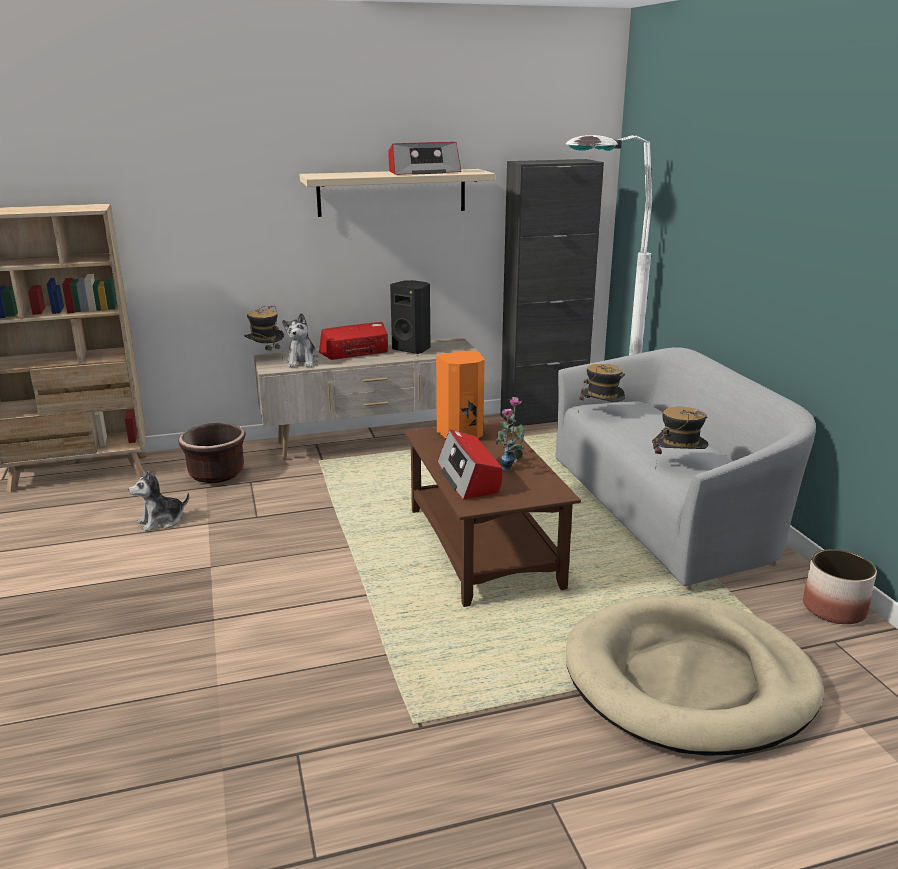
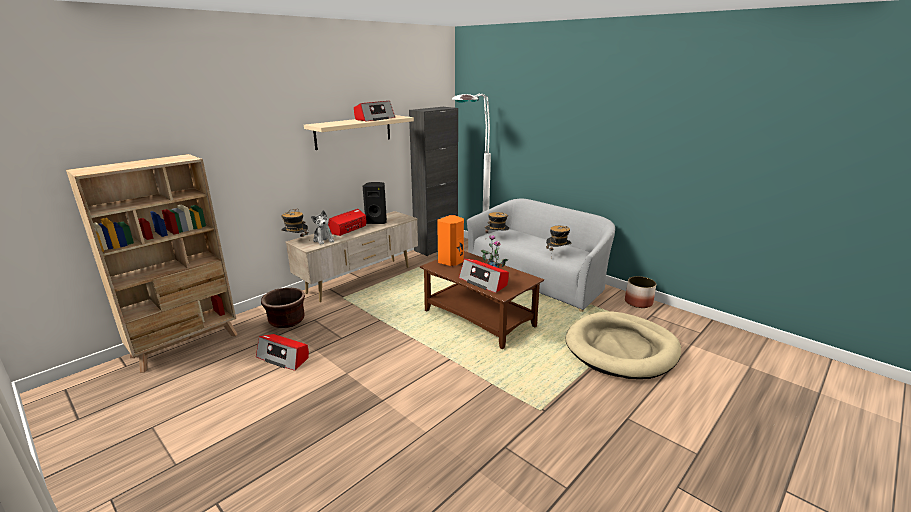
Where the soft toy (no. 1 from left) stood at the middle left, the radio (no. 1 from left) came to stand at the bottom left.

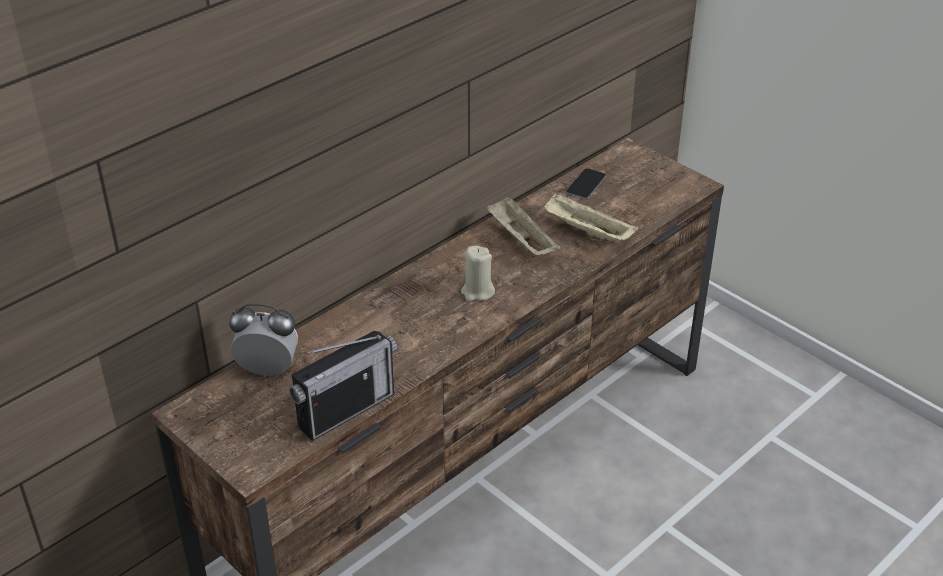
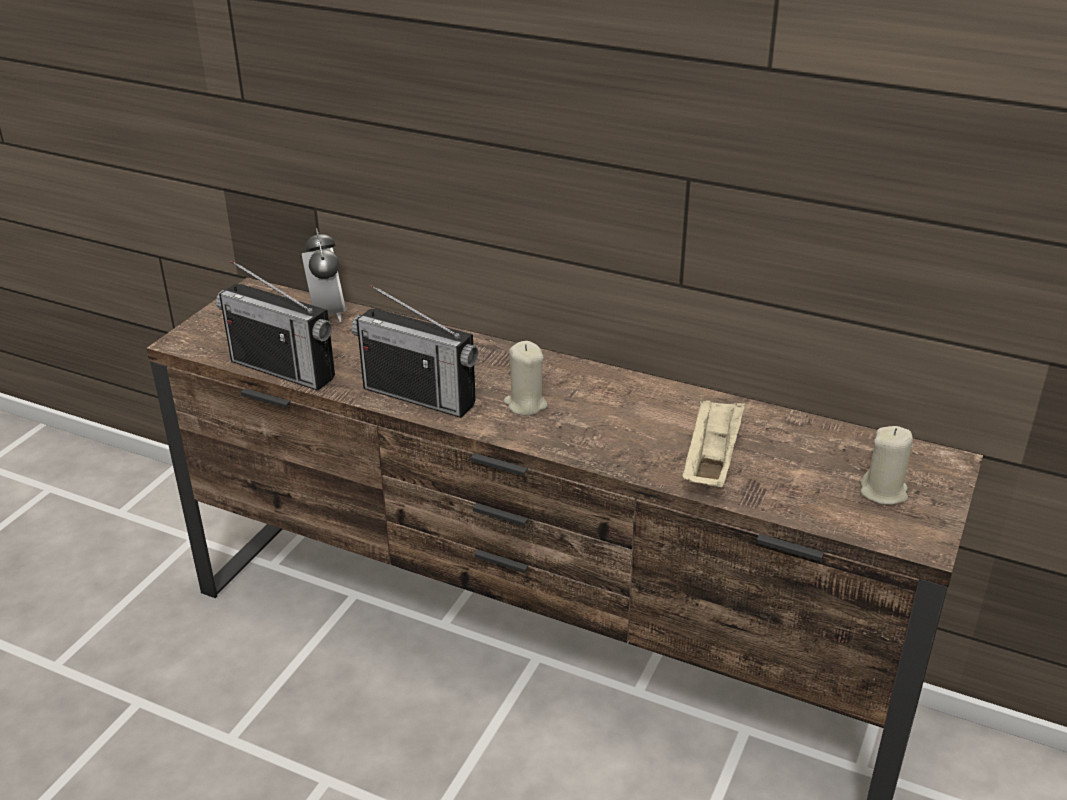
The second view gained the radio (no. 2 from left) at the centre. The second view gained the sand-coloured wax light (no. 2 from left) at the middle right. The second view lost the sand-coloured serving tray (no. 1 from left) at the centre. The second view lost the phone at the top centre.

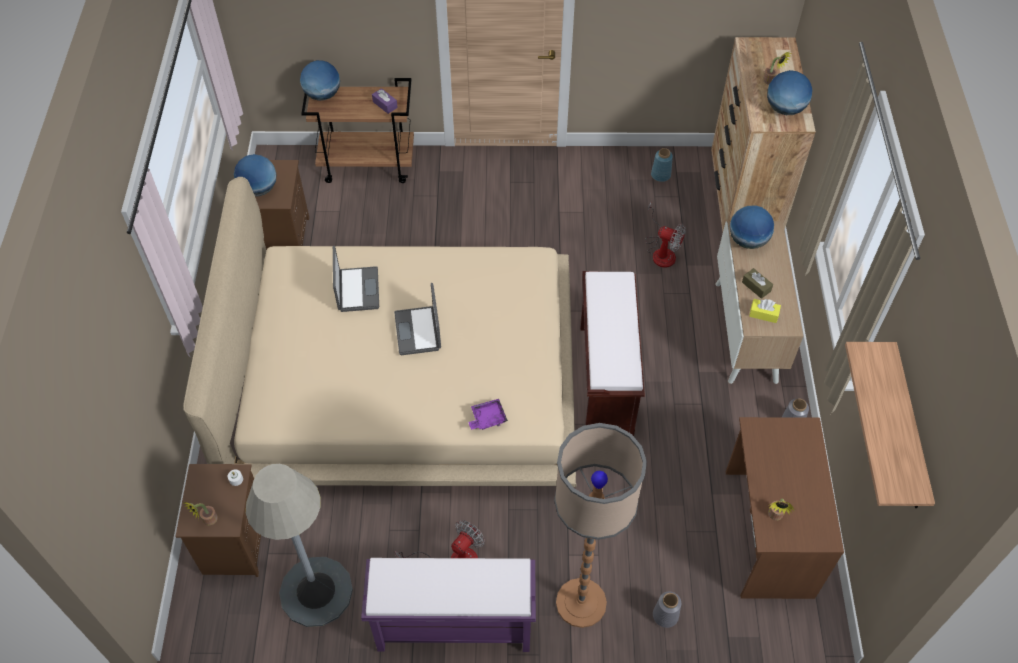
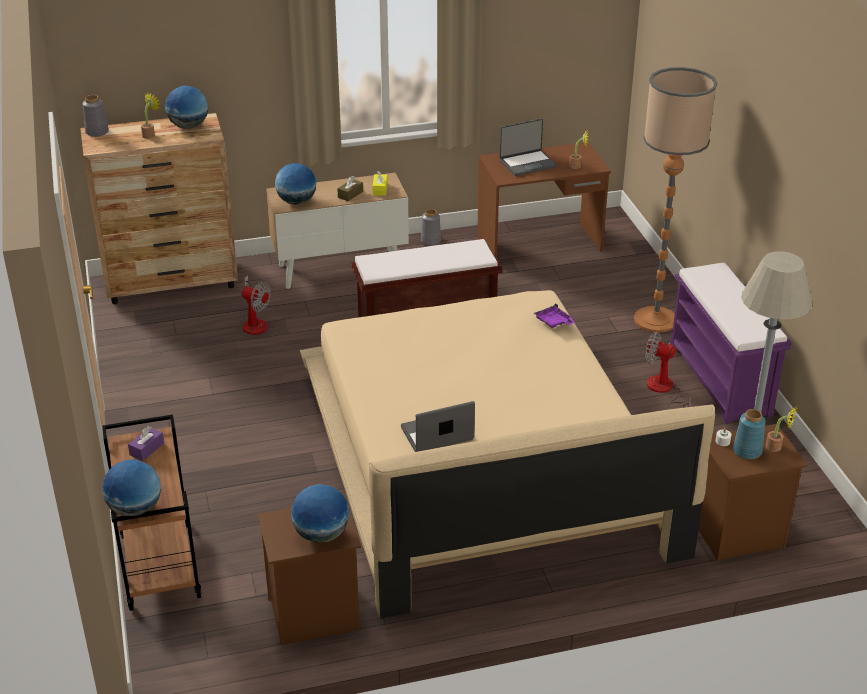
The gray vase (no. 1 from left) ended up elsewhere, having gone from the bottom centre to the top left. The fan (no. 2 from left in the first image) at the centre ended up facing another way, 105 degrees clockwise from before. The laptop (no. 2 from left) ended up elsewhere, having gone from the centre to the top centre. The bluish vase ended up elsewhere, having gone from the top centre to the middle right. The second view lost the shelf at the middle right.

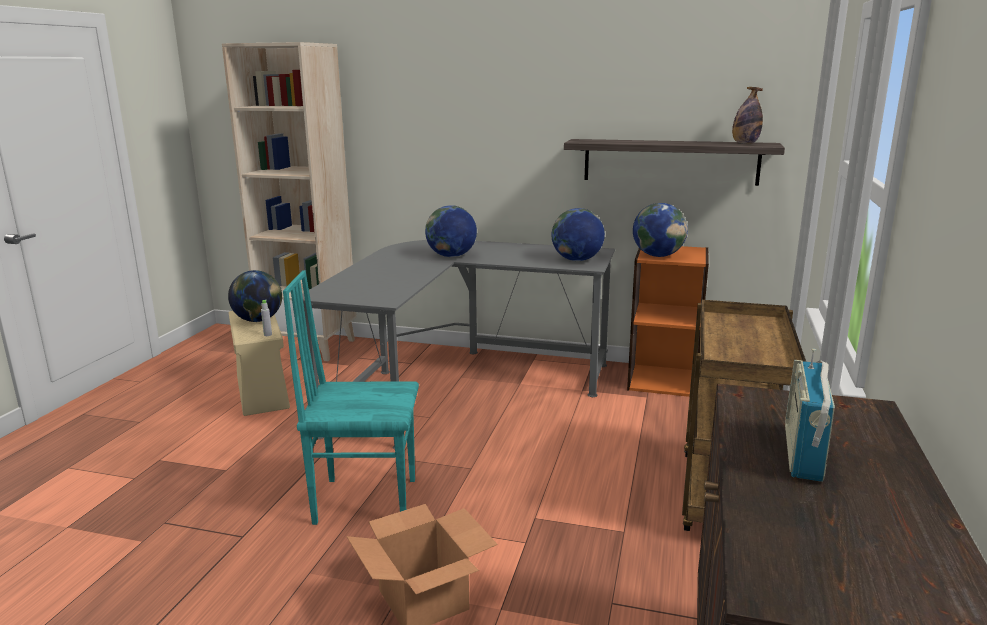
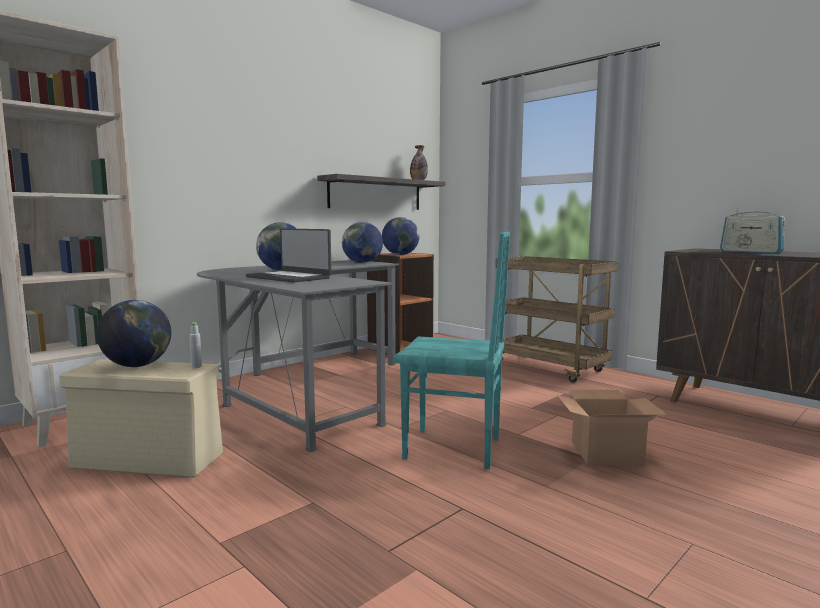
The second view gained the laptop at the centre. The turquoise-coloured plain chair at the centre ended up facing another way, 105 degrees counterclockwise from before.

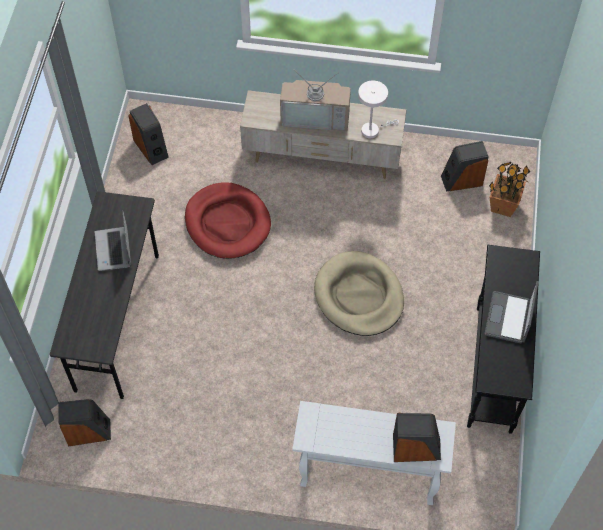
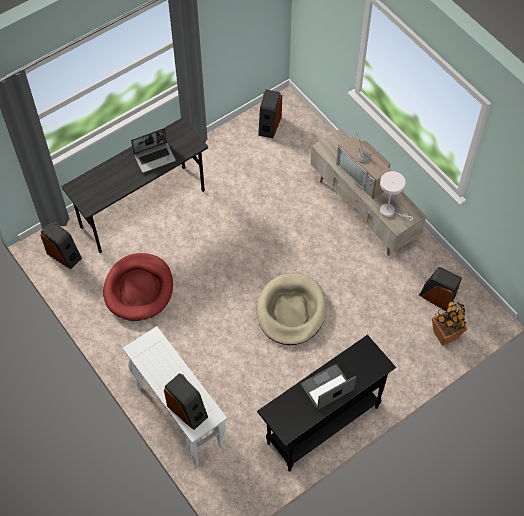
The reddish pet bed ended up elsewhere, having gone from the centre to the middle left. The laptop (no. 1 from left) at the middle left ended up facing another way, 150 degrees counterclockwise from before.

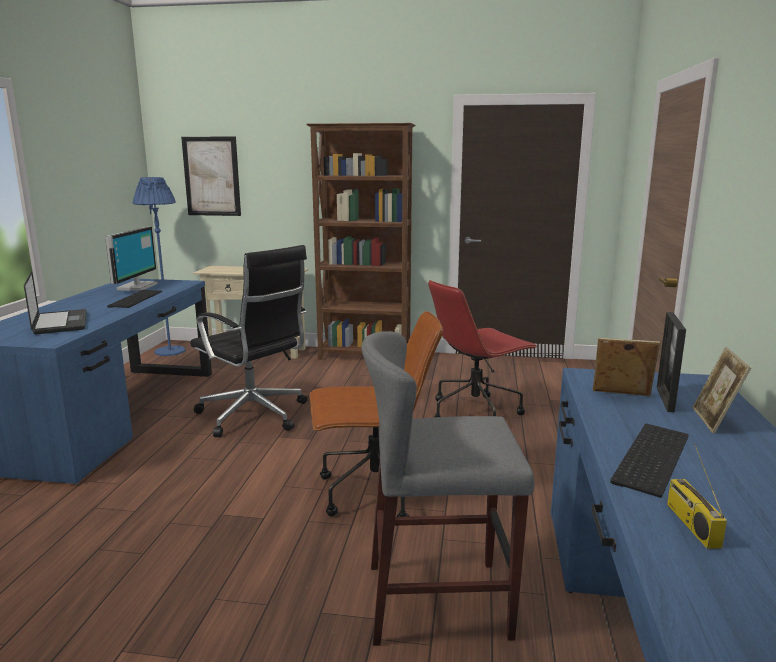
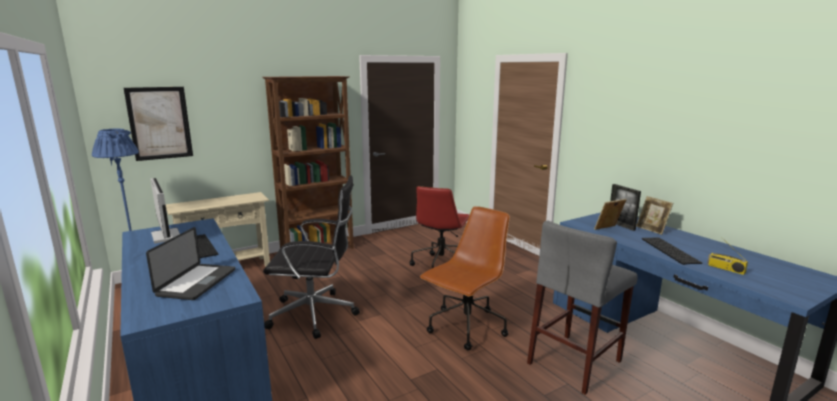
The laptop at the middle left ended up facing another way, 75 degrees clockwise from before.

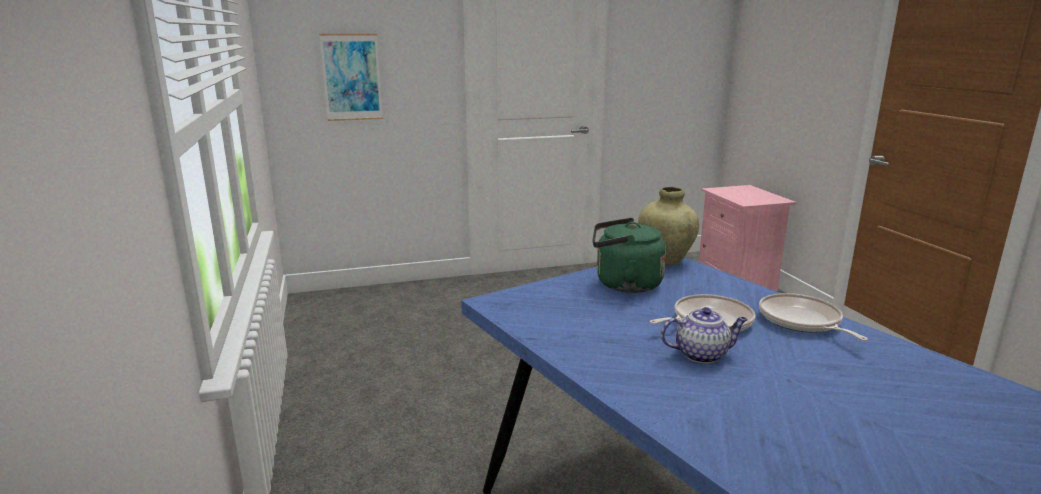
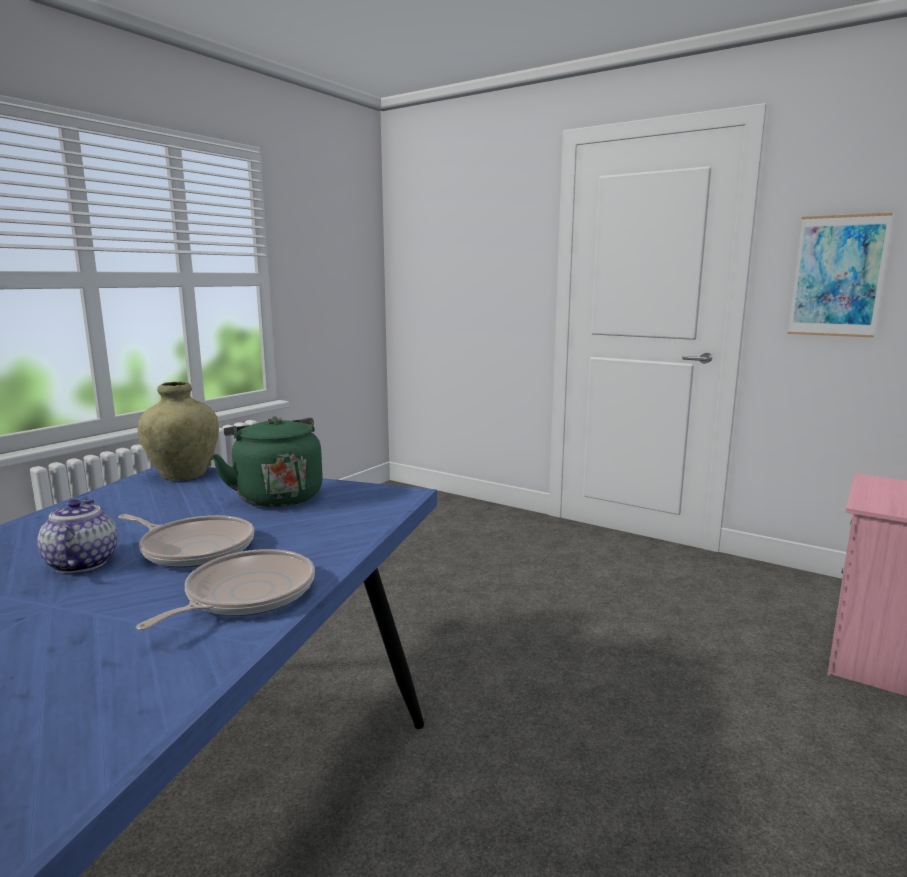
The tea pot at the bottom right ended up facing another way, 150 degrees counterclockwise from before. The sand-coloured vase ended up elsewhere, having gone from the centre to the middle left. The picture ended up elsewhere, having gone from the top centre to the top right.

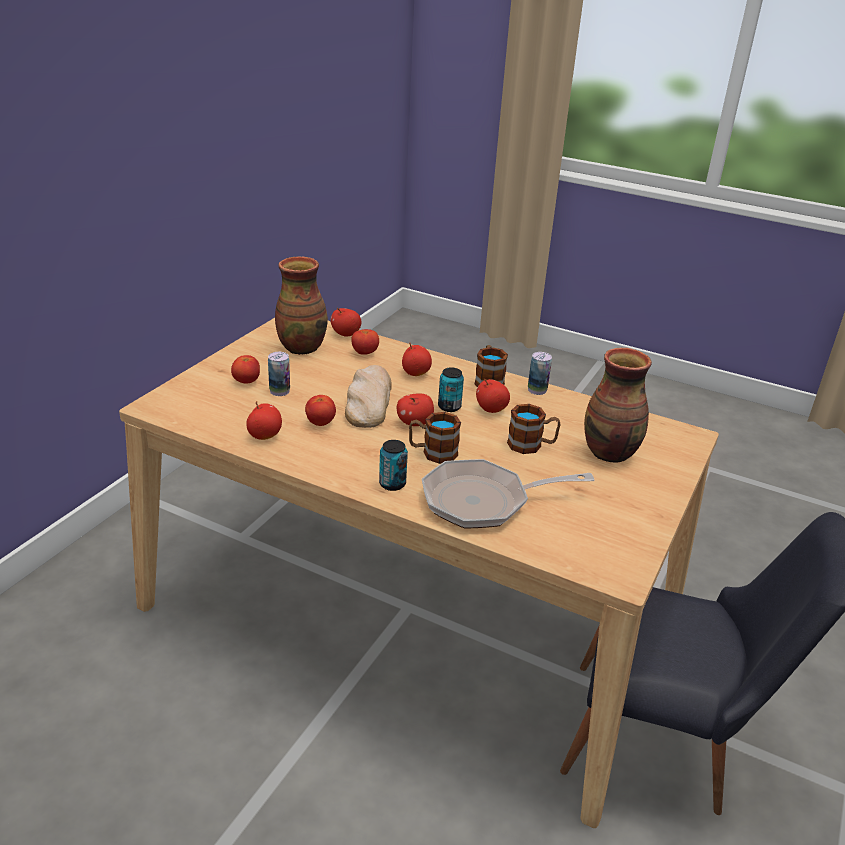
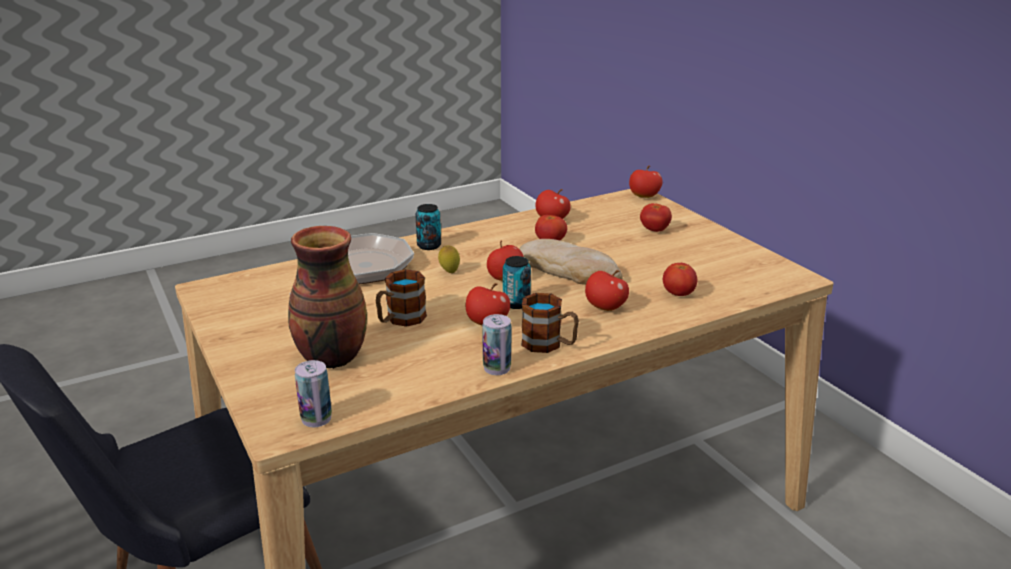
The can (no. 1 from left) ended up elsewhere, having gone from the middle left to the bottom left. Where the coffee mug (no. 1 from left) stood at the centre, the lemon came to stand at the centre. The apple (no. 2 from left in the first image) ended up elsewhere, having gone from the centre to the top centre. The second view lost the vase (no. 1 from left) at the centre.

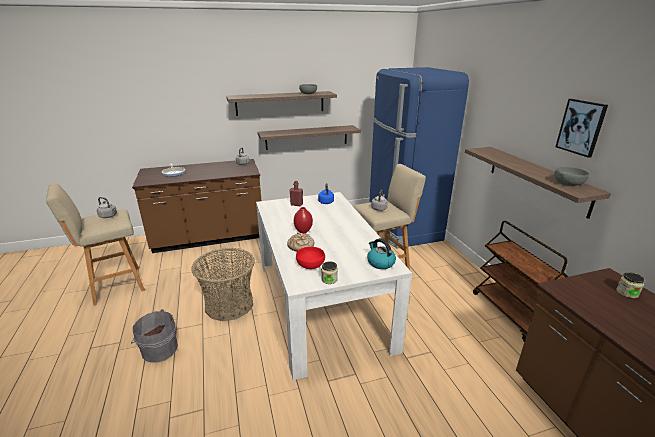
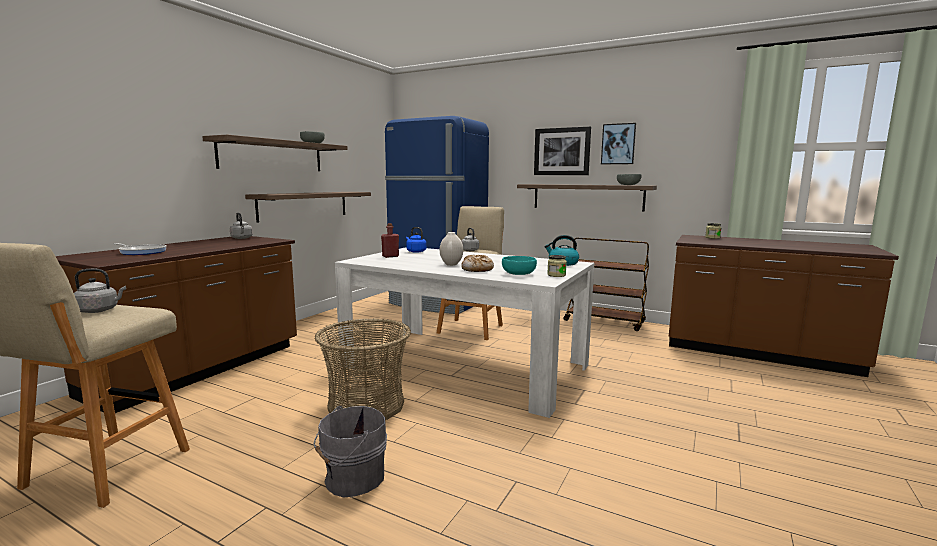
What was the reddish vase at the centre turned into the white-coloured vase at the centre. What was the reddish bowl at the centre turned into the turquoise-coloured bowl at the centre. The second view gained the picture (no. 1 from left) at the top centre.

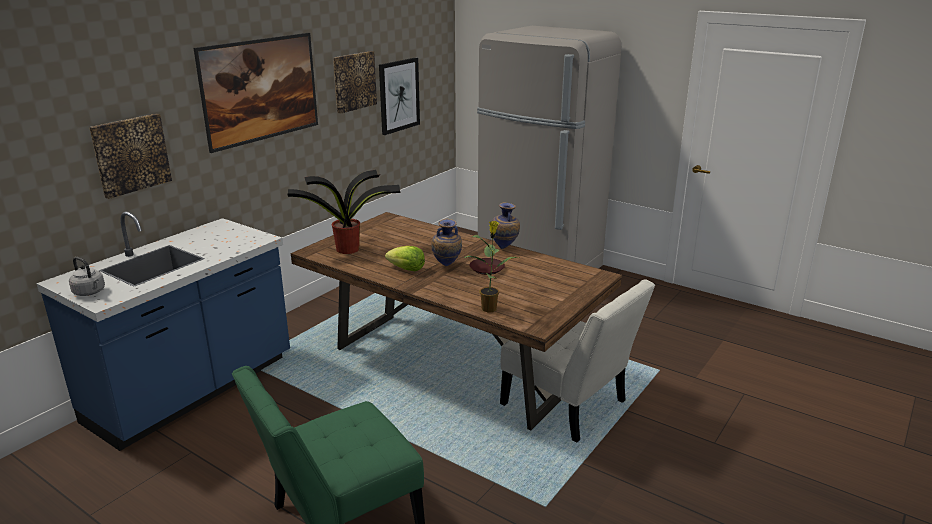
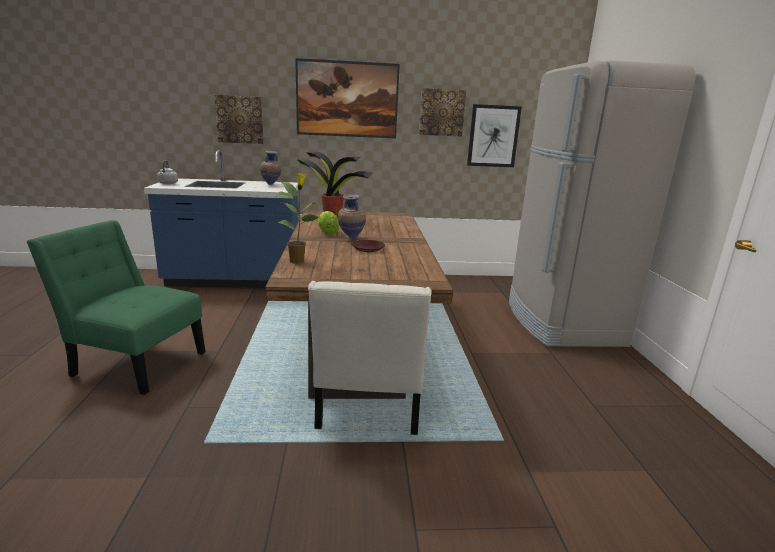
The vase (no. 2 from left in the first image) ended up elsewhere, having gone from the centre to the top centre.

